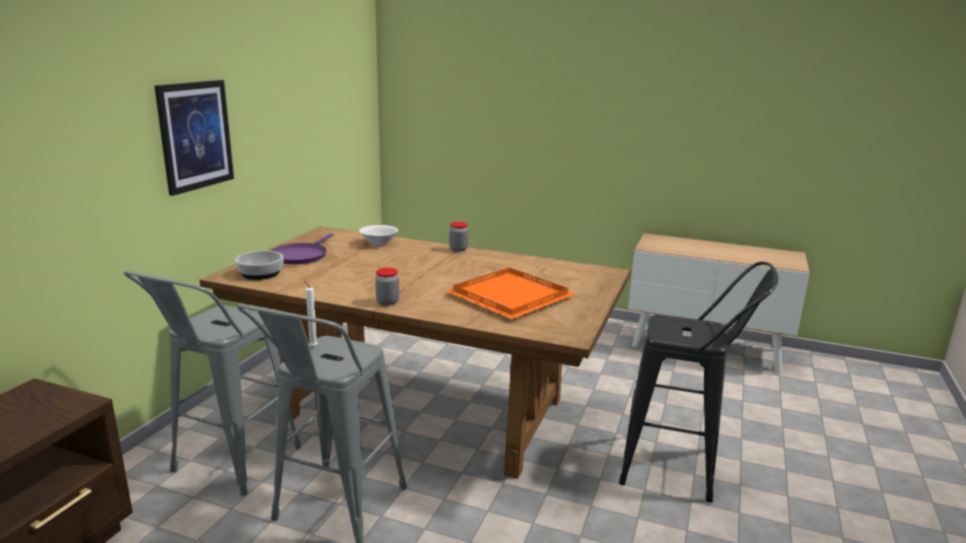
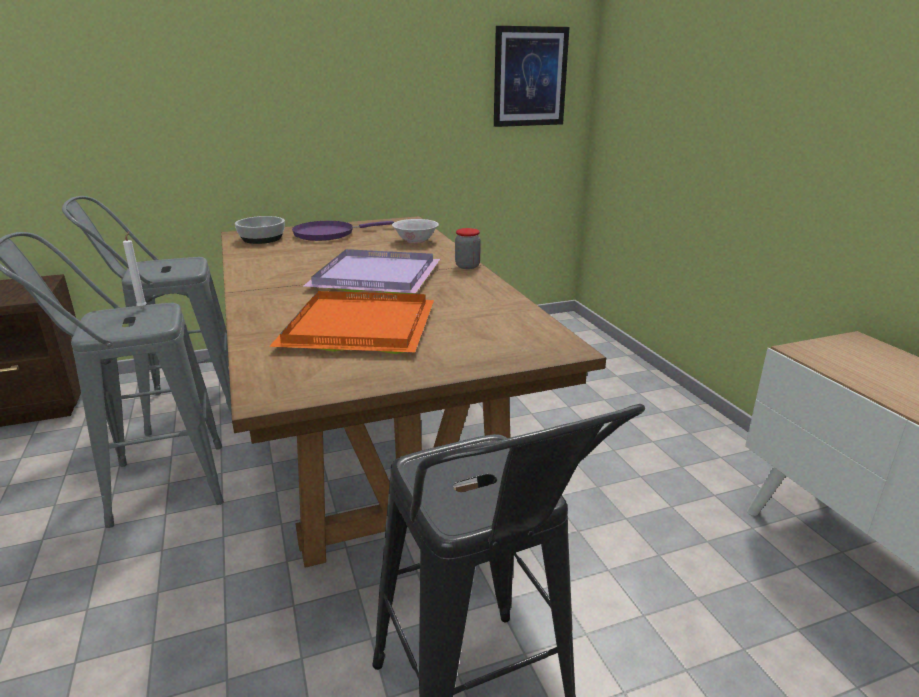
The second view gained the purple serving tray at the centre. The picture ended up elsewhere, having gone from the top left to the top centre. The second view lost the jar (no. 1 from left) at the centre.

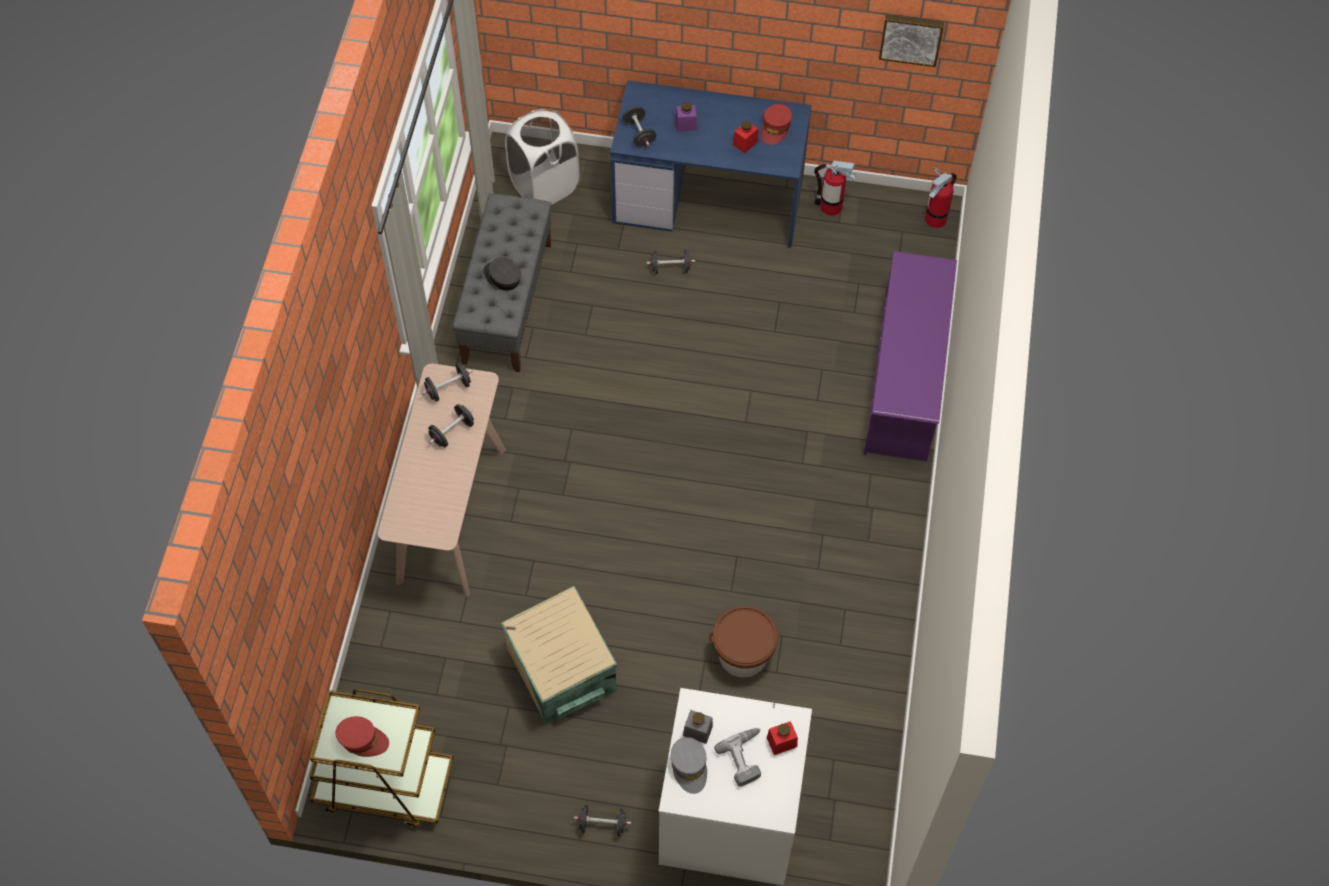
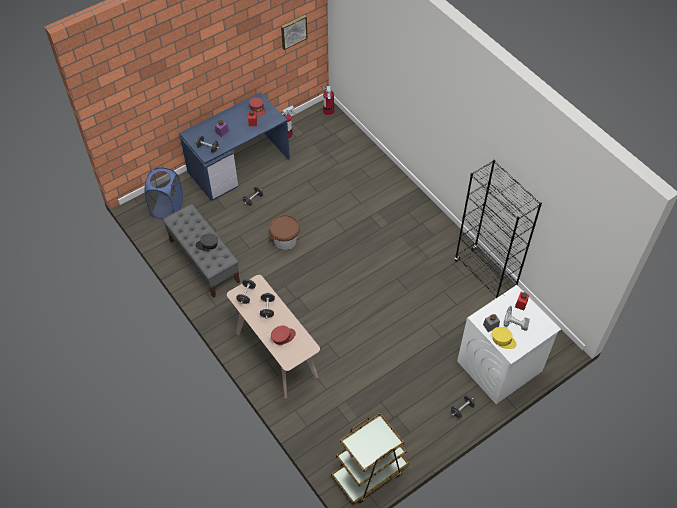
What was the white-coloured laundry basket at the top centre turned into the bluish laundry basket at the middle left. The brown water bucket ended up elsewhere, having gone from the bottom centre to the centre. The reddish baseball cap (no. 1 from left in the first image) ended up elsewhere, having gone from the bottom left to the centre. The second view gained the black-coloured shelving unit at the middle right. What was the gray baseball cap (no. 2 from left) at the bottom centre turned into the yellowish baseball cap at the middle right. The second view lost the sand-coloured storage box at the bottom centre. The second view lost the purple shoe rack at the middle right.

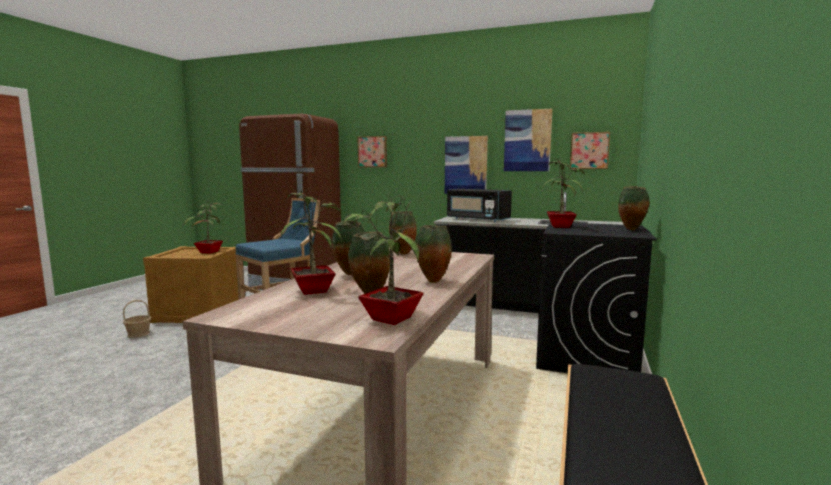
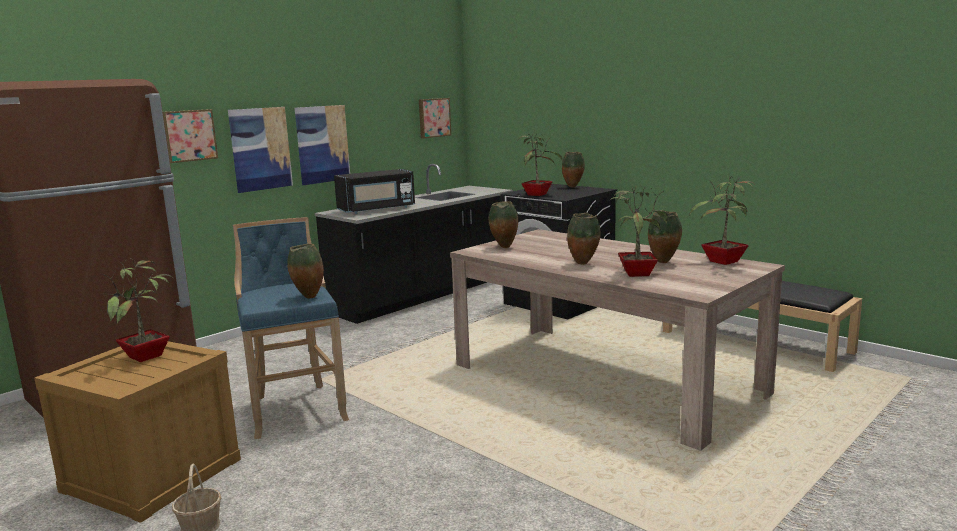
The picture (no. 3 from left in the first image) ended up elsewhere, having gone from the top centre to the top left. The vase (no. 4 from left in the first image) ended up elsewhere, having gone from the centre to the middle left.

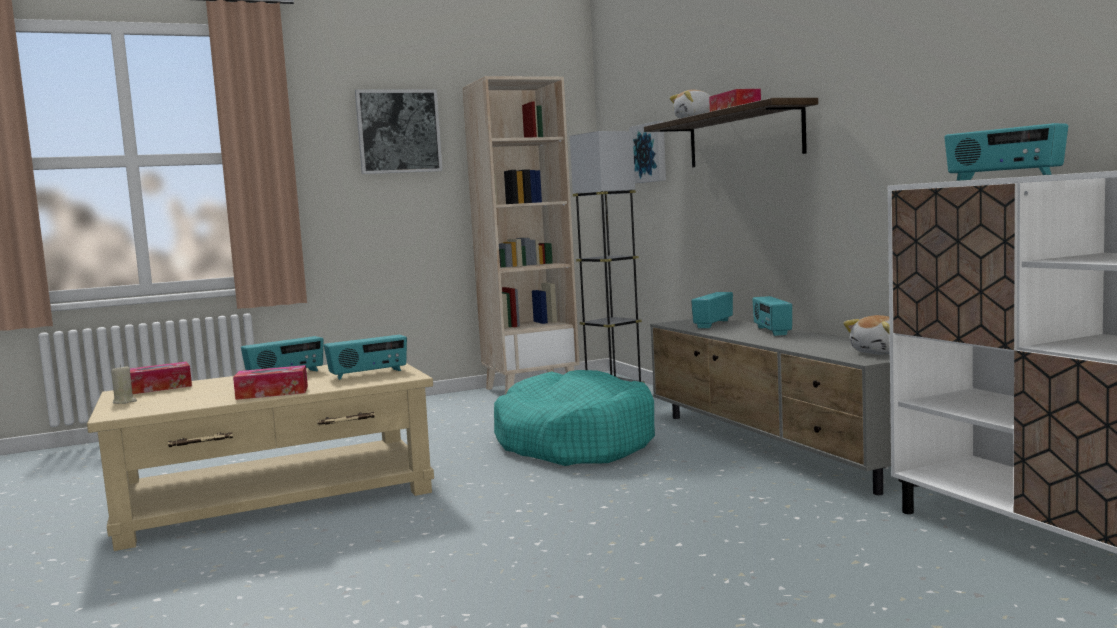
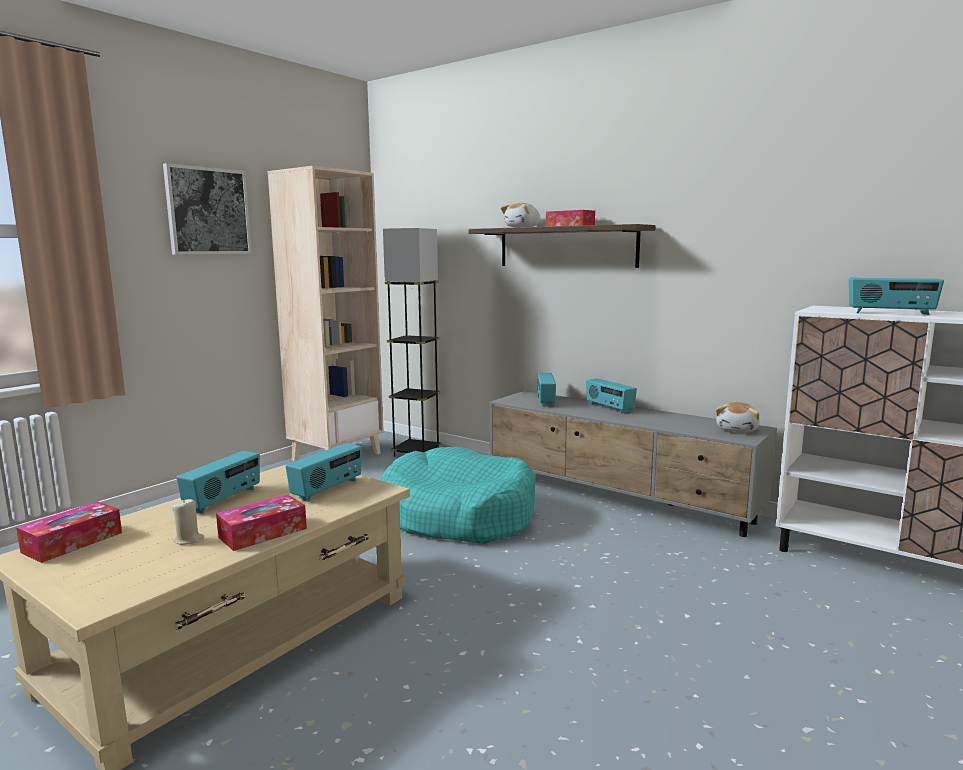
The sand-coloured wax light ended up elsewhere, having gone from the middle left to the bottom left. The second view lost the picture (no. 2 from left) at the top centre.

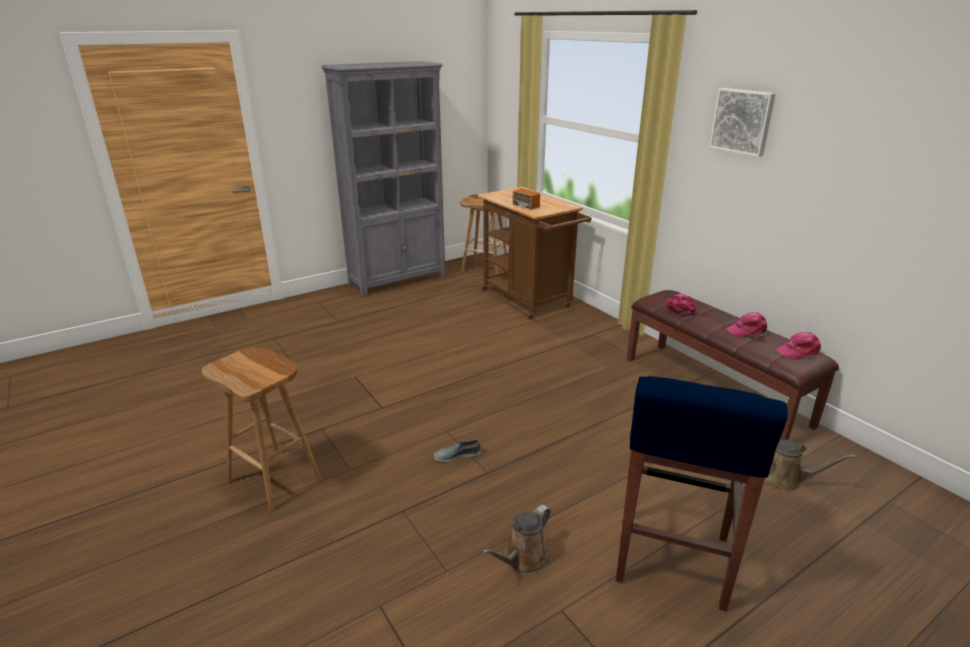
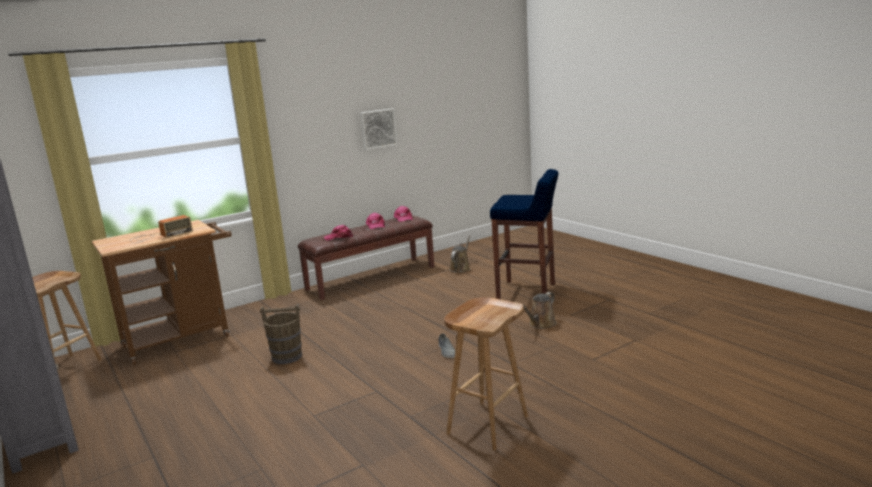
The second view gained the brown water bucket at the bottom left. The picture ended up elsewhere, having gone from the top right to the top centre. The brown watering pot (no. 1 from left in the first image) at the bottom centre ended up facing another way, 90 degrees clockwise from before.

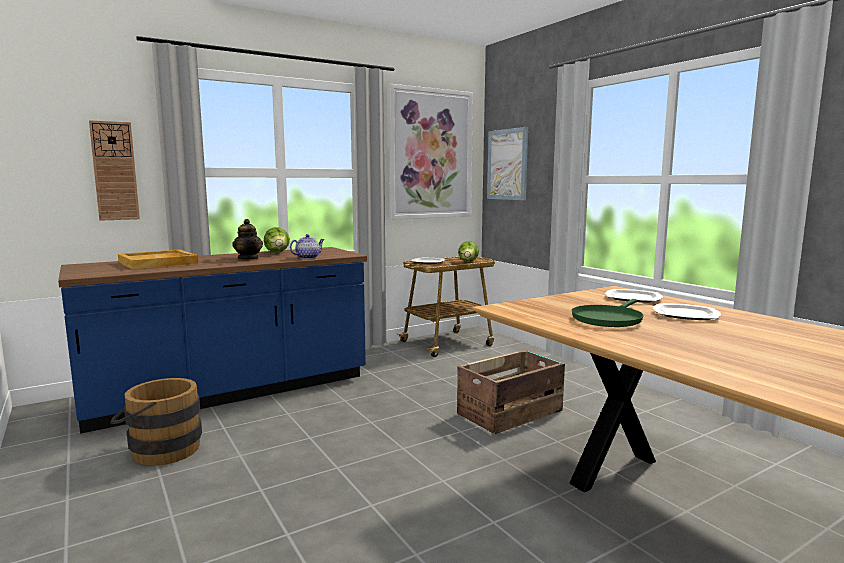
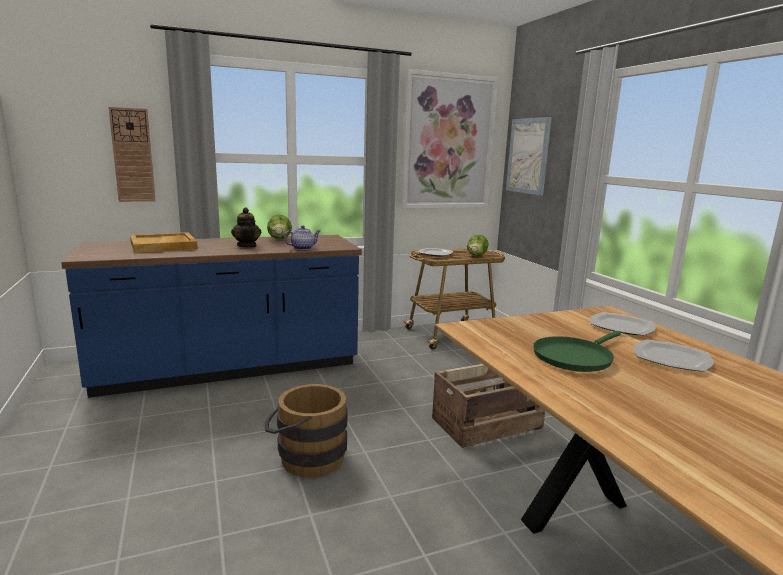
The brown water bucket ended up elsewhere, having gone from the bottom left to the bottom centre.

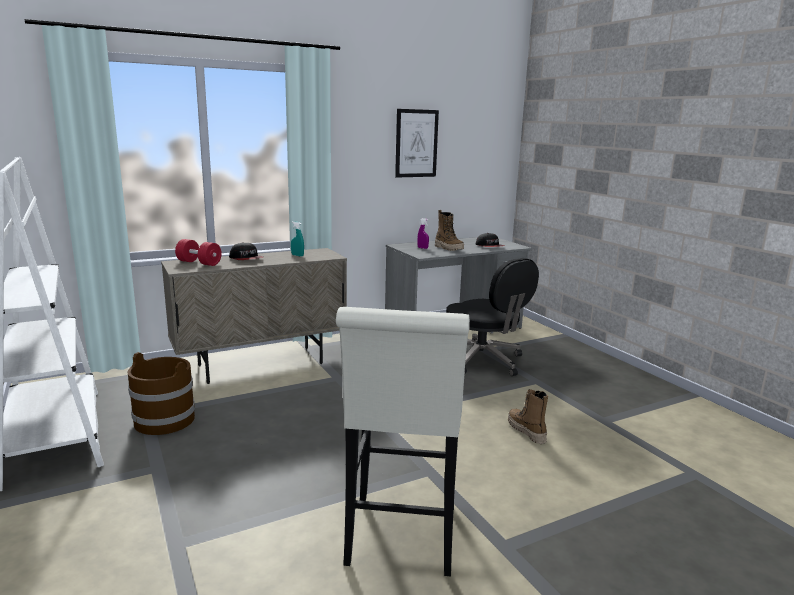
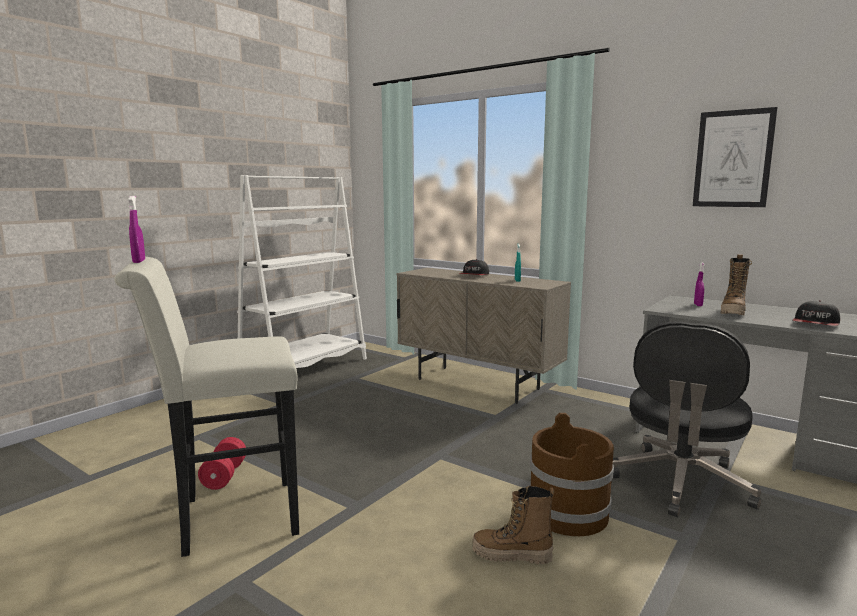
The second view gained the purple sprayer (no. 1 from left) at the middle left. The reddish dumbbell ended up elsewhere, having gone from the middle left to the bottom left. The high-top boot (no. 2 from left in the first image) at the bottom centre ended up facing another way, 120 degrees counterclockwise from before. The brown water bucket ended up elsewhere, having gone from the middle left to the bottom right.

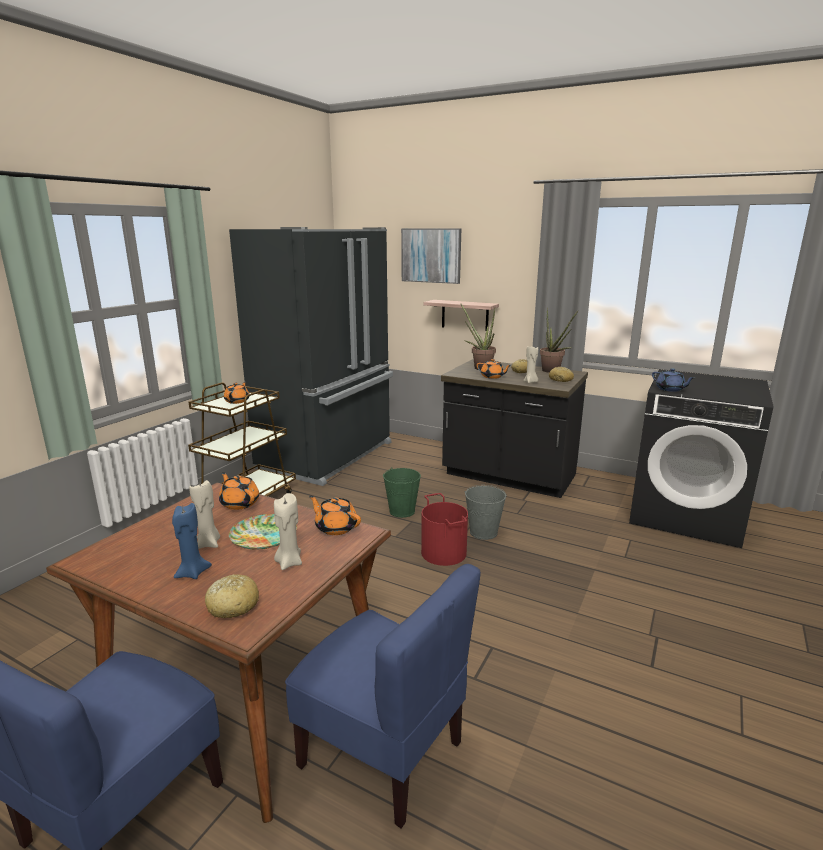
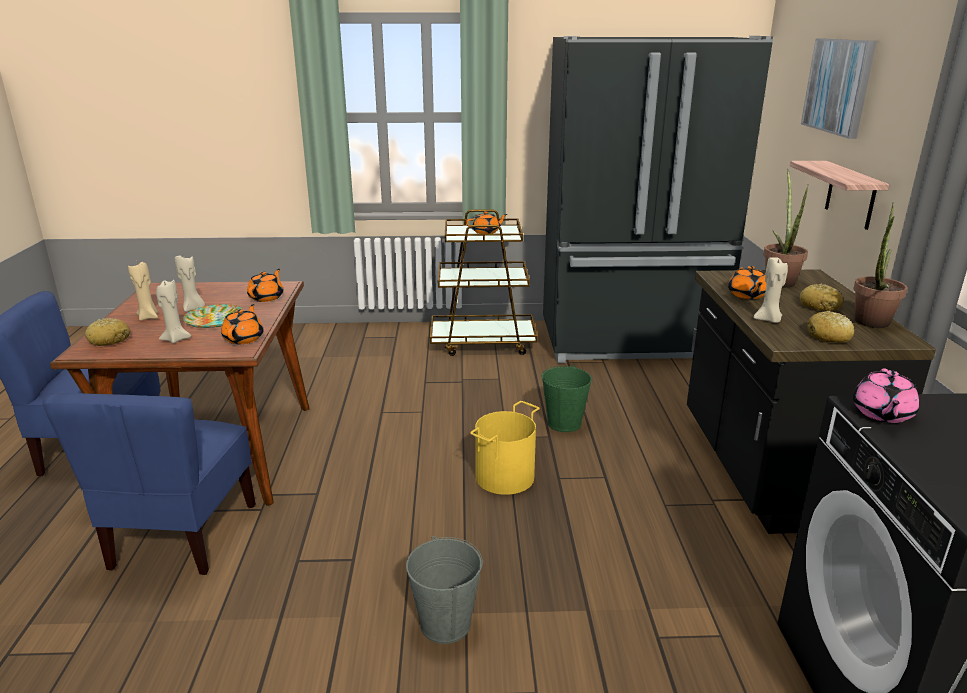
What was the bluish wax light at the middle left turned into the sand-coloured wax light (no. 1 from left) at the middle left. The gray water bucket ended up elsewhere, having gone from the centre to the bottom centre. What was the reddish water bucket at the centre turned into the yellowish water bucket at the centre. What was the bluish tea pot at the middle right turned into the pink tea pot at the middle right.

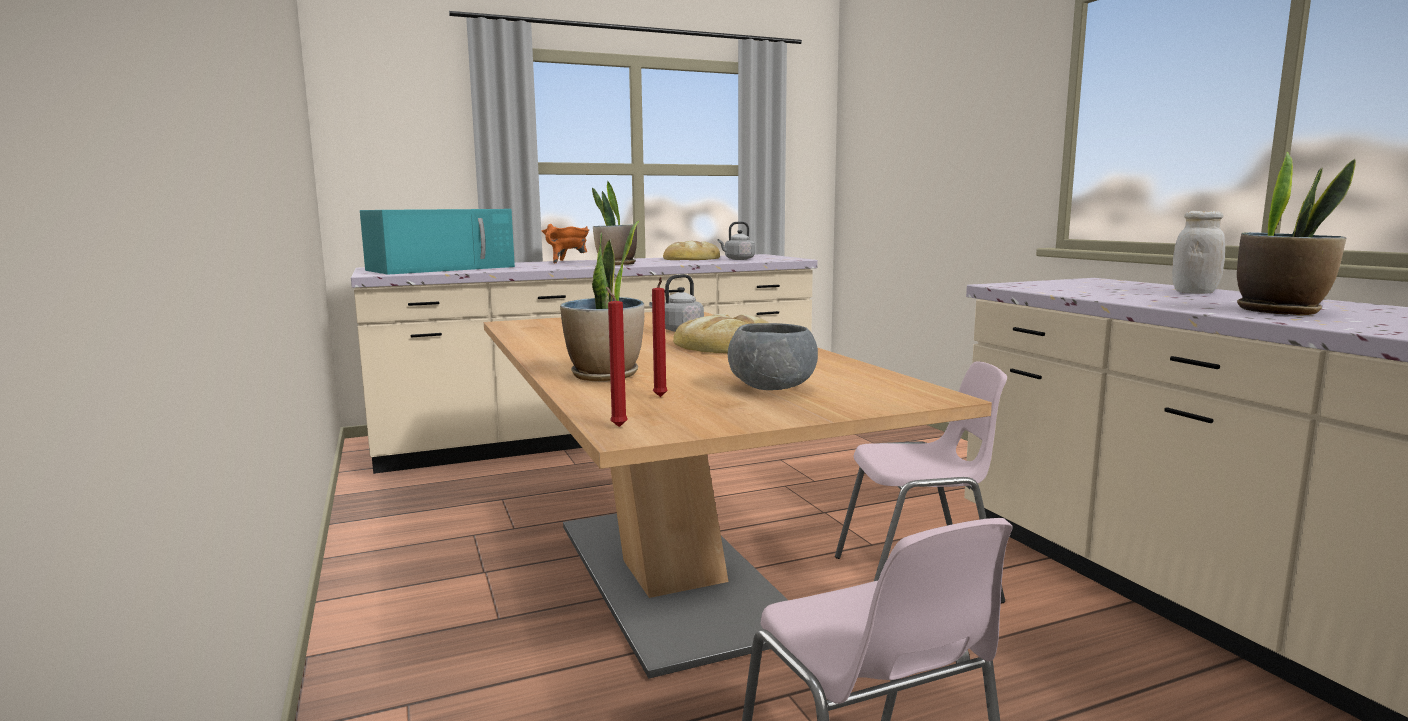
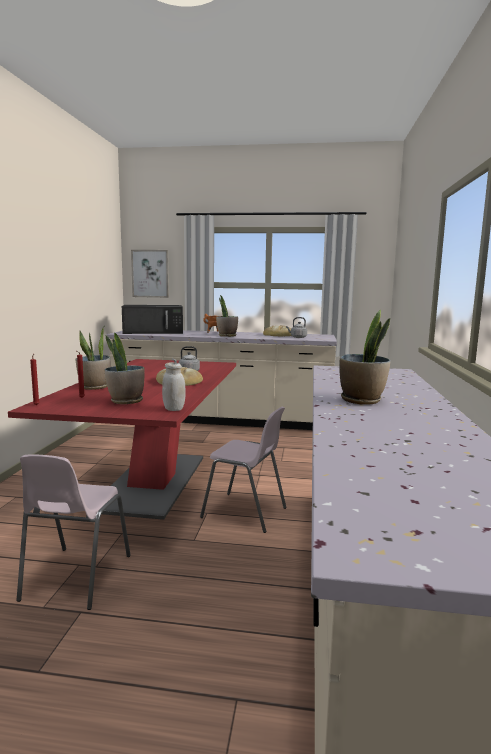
What was the sand-coloured dinner table at the bottom centre turned into the reddish dinner table at the middle left. Where the gray bowl stood at the centre, the potted plant (no. 2 from left) came to stand at the middle left. What was the turquoise-coloured microwave oven at the middle left turned into the black-coloured microwave oven at the middle left. The second view gained the picture at the middle left. The white-coloured jar ended up elsewhere, having gone from the middle right to the centre.

